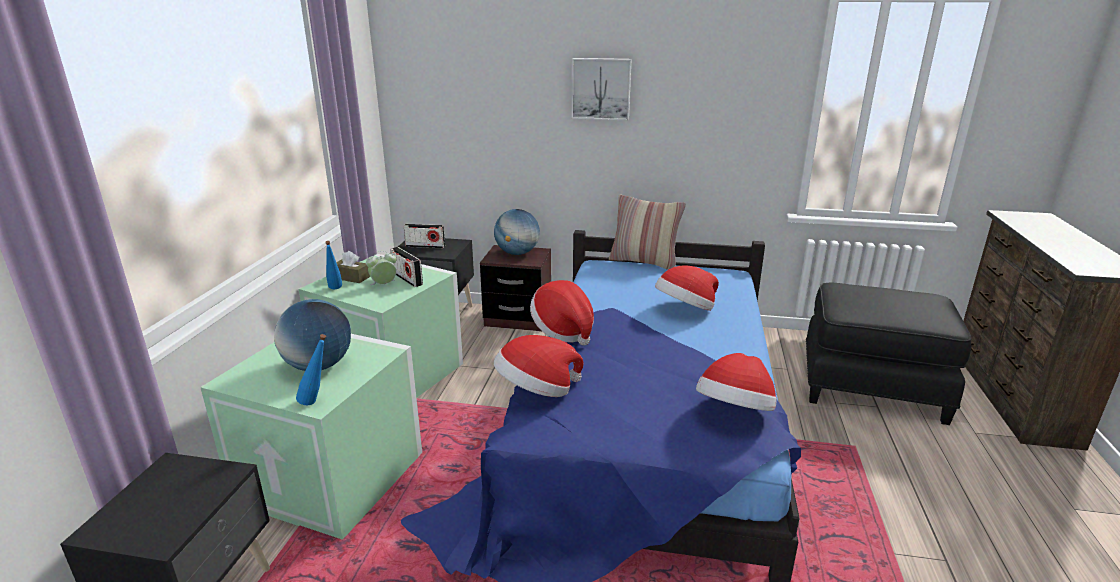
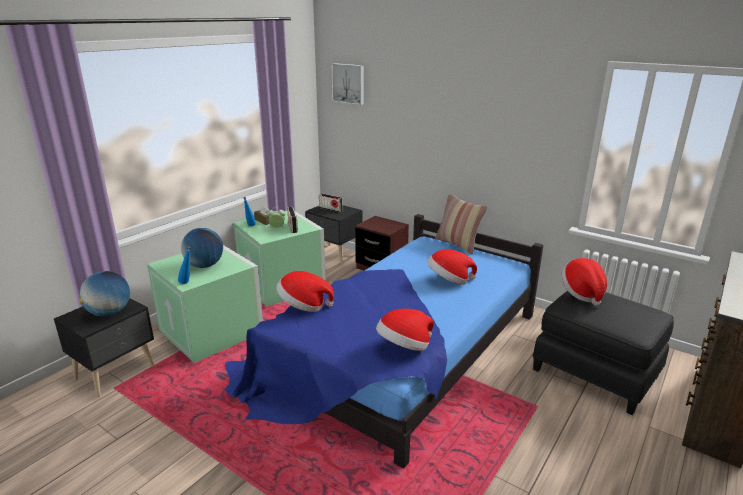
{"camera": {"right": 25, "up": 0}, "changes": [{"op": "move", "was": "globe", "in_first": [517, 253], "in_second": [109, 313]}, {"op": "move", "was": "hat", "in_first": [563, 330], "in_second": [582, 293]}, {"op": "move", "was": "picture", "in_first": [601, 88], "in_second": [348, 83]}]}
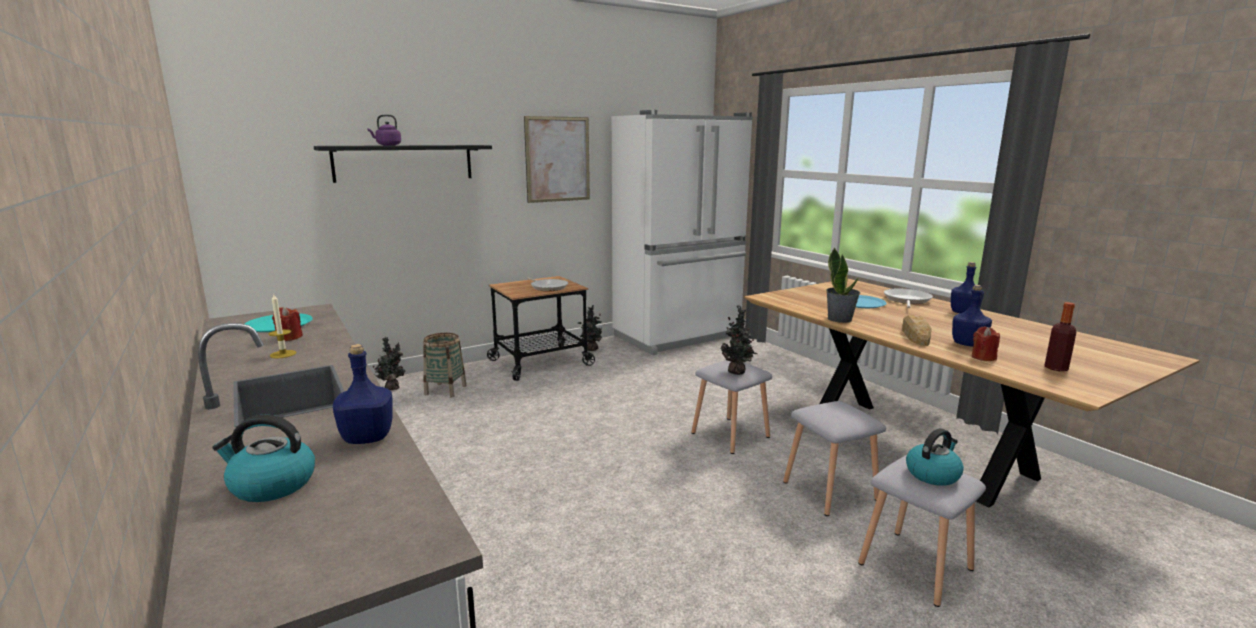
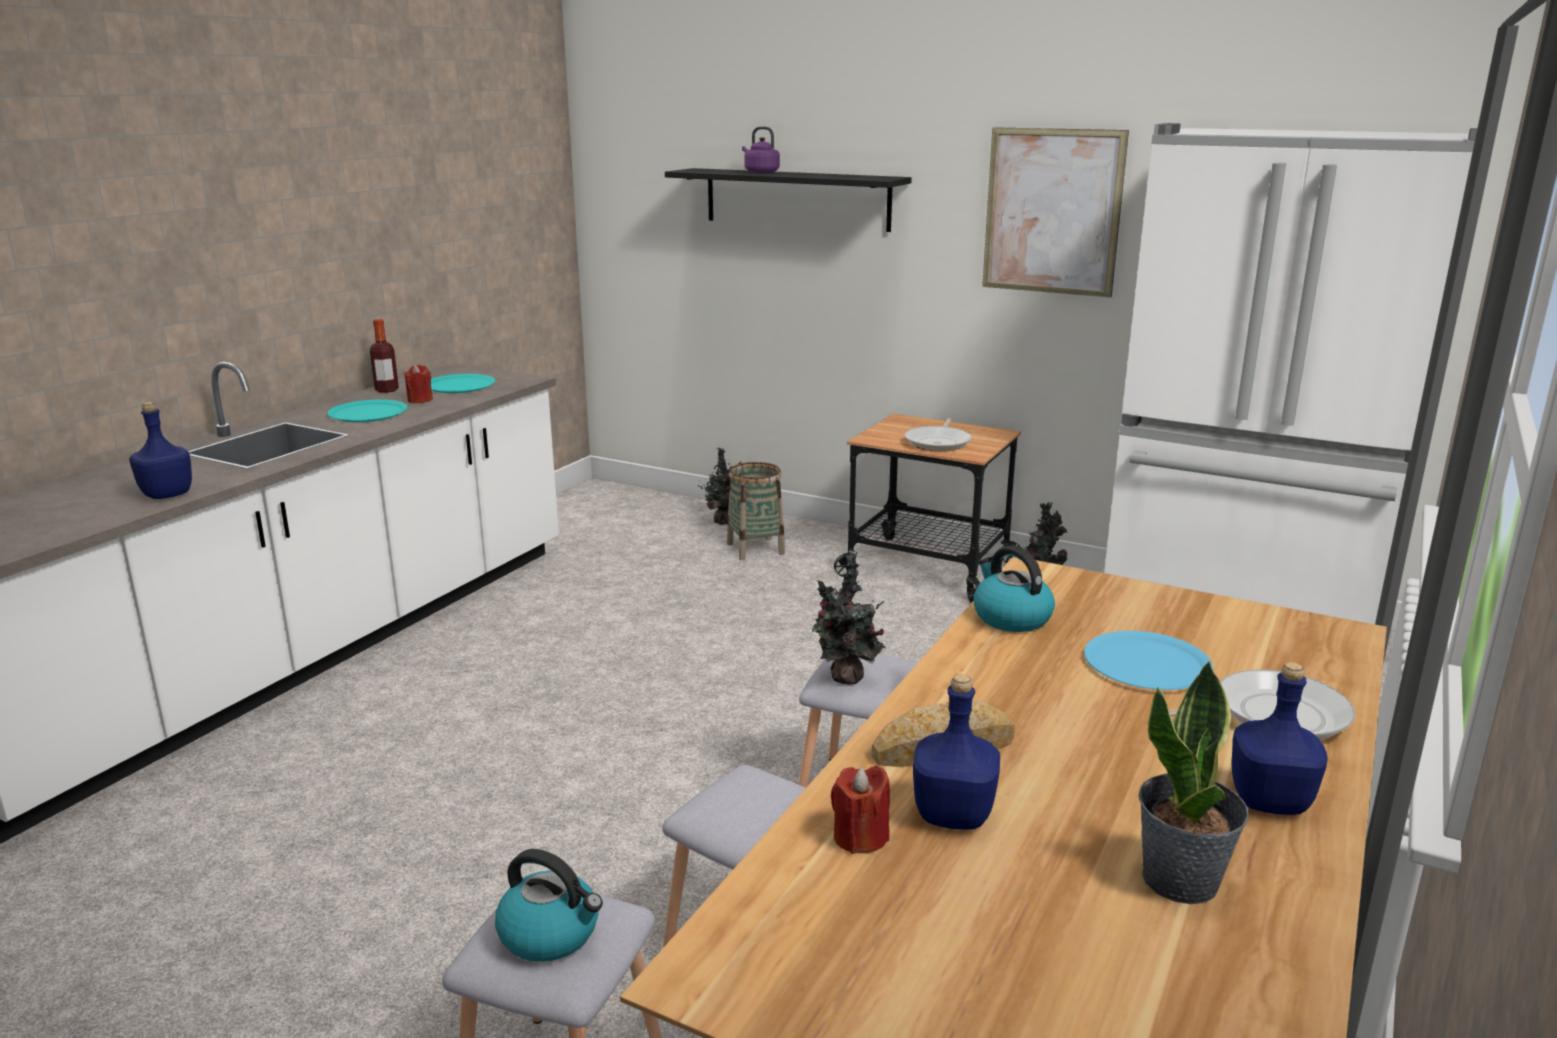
{"camera": {"right": 60, "up": 5}, "changes": [{"op": "move", "was": "kettle", "in_first": [271, 485], "in_second": [1010, 617]}, {"op": "replace", "was": "candle", "now": "turquoise plate", "in_first": [283, 354], "in_second": [368, 413]}, {"op": "move", "was": "potted plant", "in_first": [840, 319], "in_second": [1181, 880]}, {"op": "move", "was": "bottle", "in_first": [1056, 368], "in_second": [387, 390]}]}
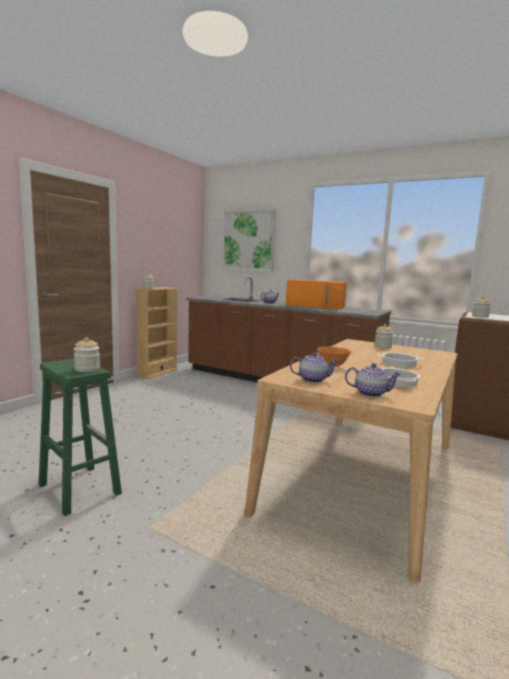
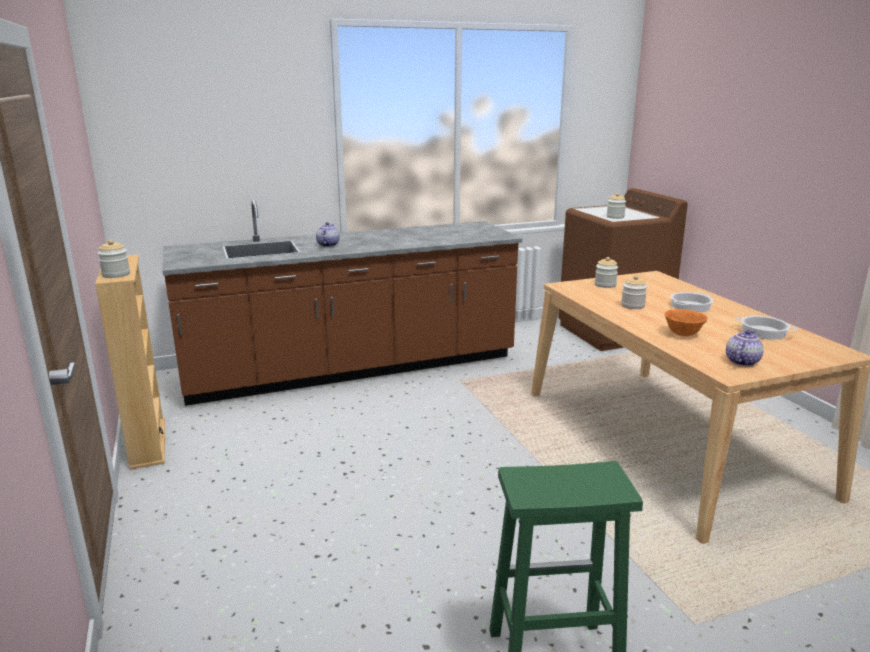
{"camera": {"right": -50, "up": 10}, "changes": [{"op": "move", "was": "jar", "in_first": [87, 369], "in_second": [632, 306]}, {"op": "delete", "was": "picture", "in_first": [248, 240]}, {"op": "delete", "was": "orange microwave", "in_first": [316, 306]}, {"op": "delete", "was": "teapot", "in_first": [371, 393]}]}
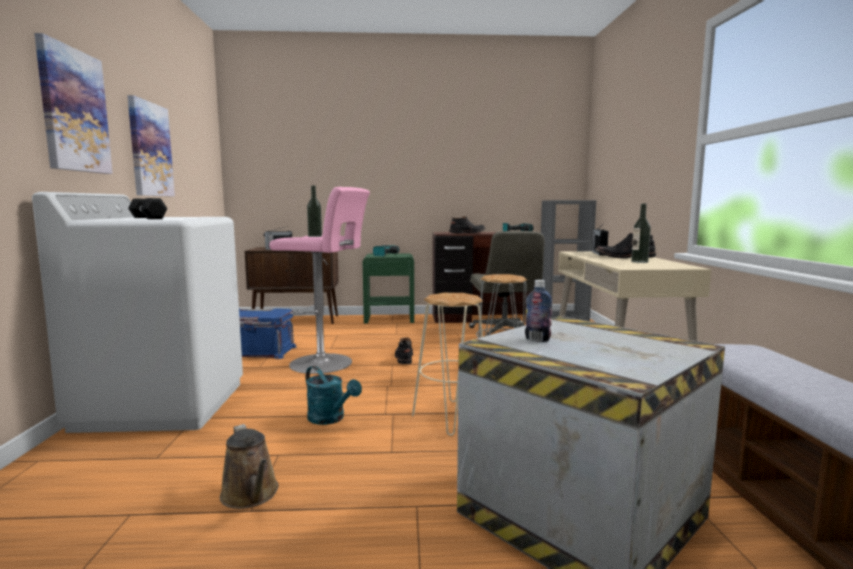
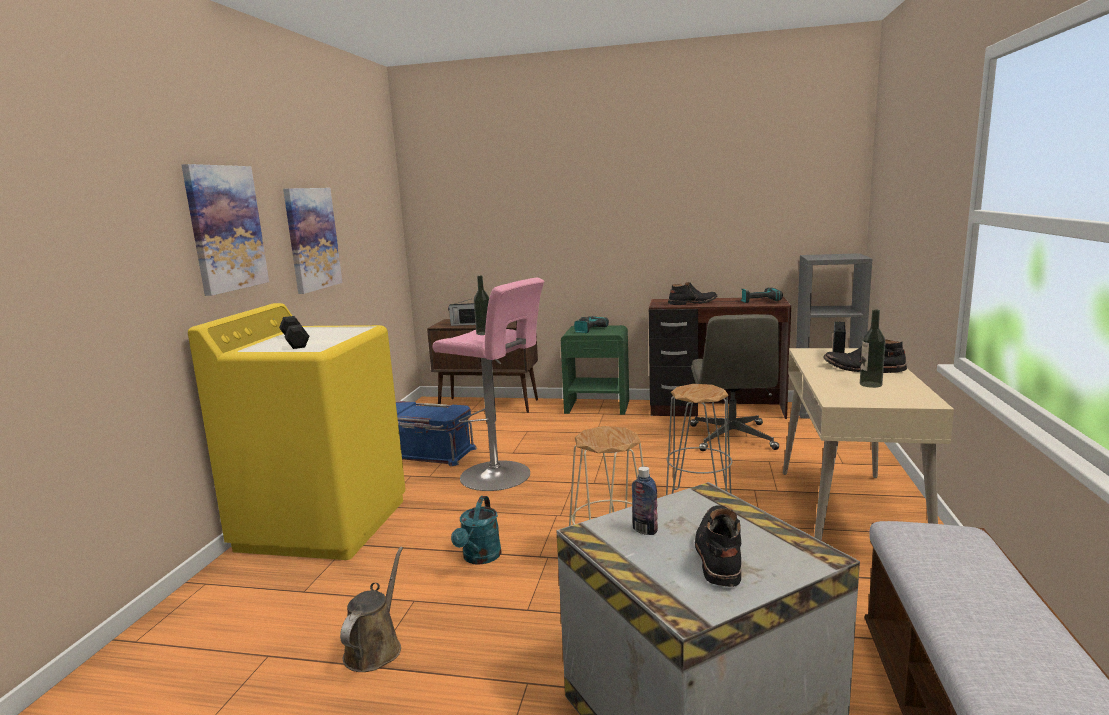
{"camera": {"right": 15, "up": 5}, "changes": [{"op": "recolor", "was": "white washing machine", "now": "yellow washing machine", "in_first": [163, 404], "in_second": [323, 523]}, {"op": "rotate", "was": "brown watering can", "in_first": [251, 495], "in_second": [375, 648], "clockwise": -150}, {"op": "rotate", "was": "turquoise watering can", "in_first": [330, 419], "in_second": [479, 558], "clockwise": 45}, {"op": "move", "was": "black boot", "in_first": [404, 357], "in_second": [719, 553]}]}
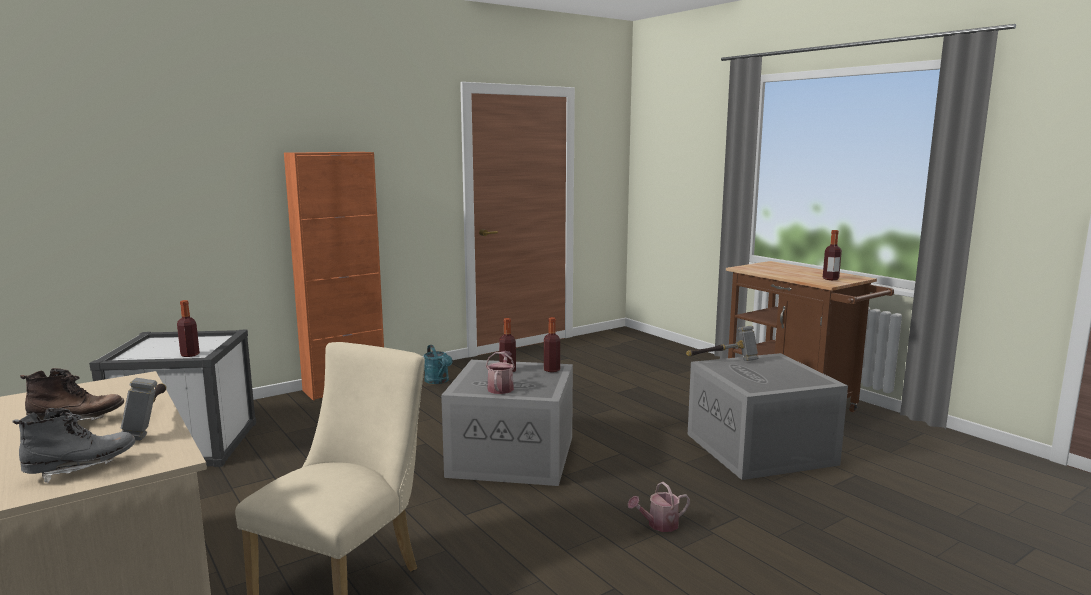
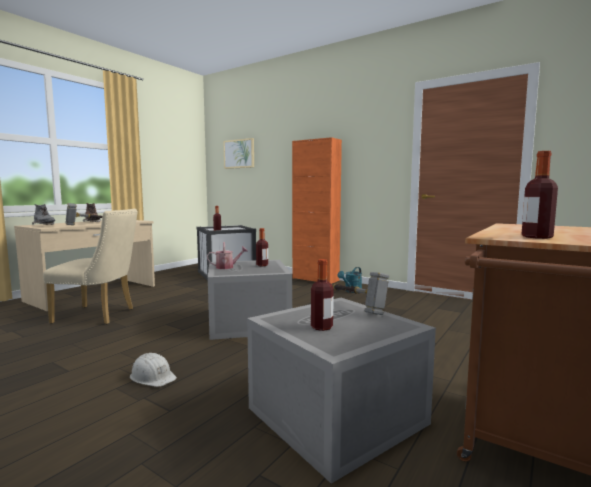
{"camera": {"right": 70, "up": -5}, "changes": [{"op": "move", "was": "bottle", "in_first": [551, 370], "in_second": [321, 327]}, {"op": "replace", "was": "watering can", "now": "white hard hat", "in_first": [659, 525], "in_second": [153, 377]}, {"op": "insert", "now": "picture", "in_second": [239, 154]}]}
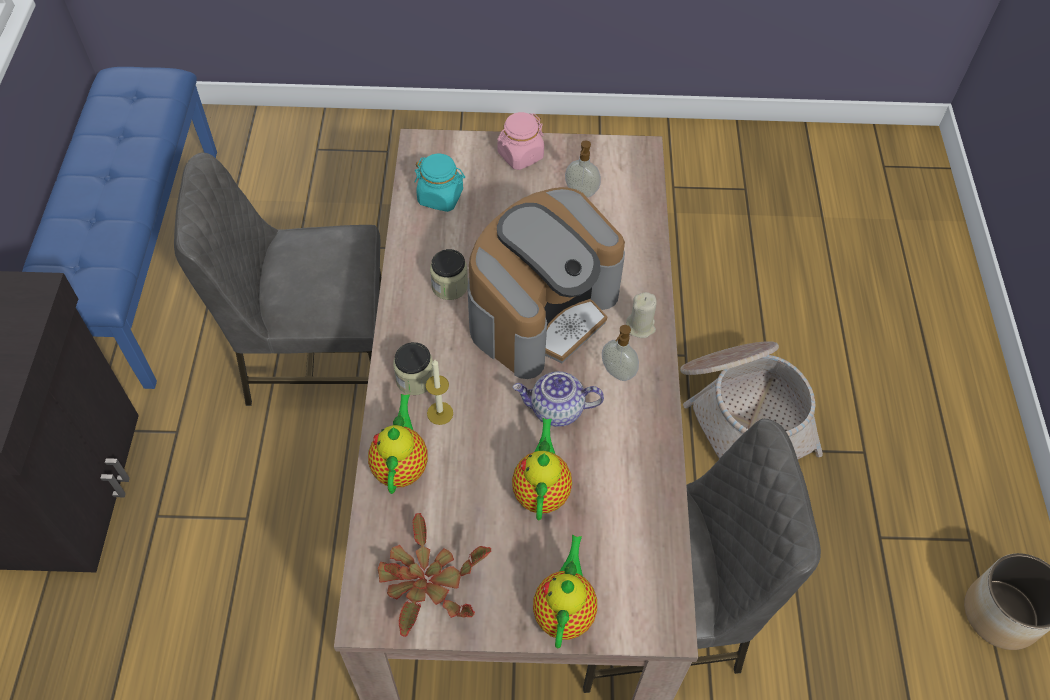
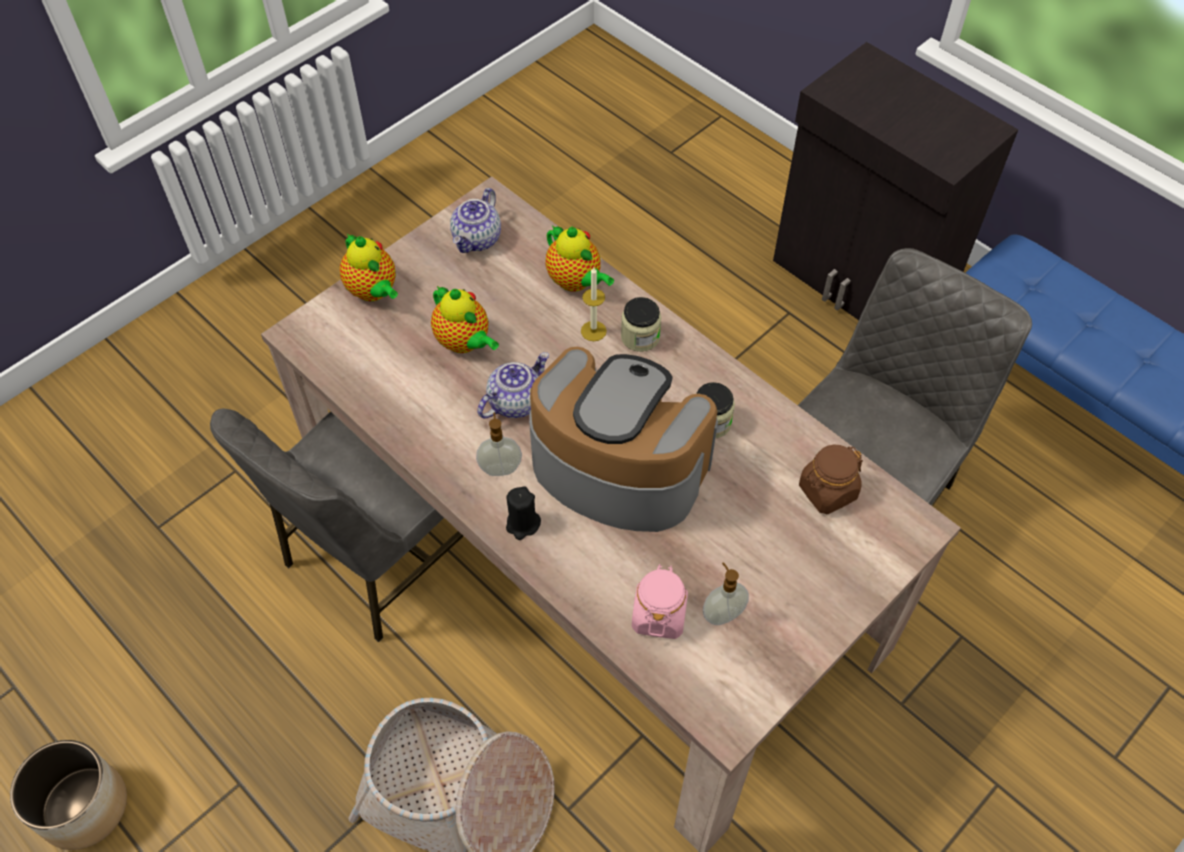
{"camera": {"right": 135, "up": 0}, "changes": [{"op": "replace", "was": "potted plant", "now": "teapot", "in_first": [426, 582], "in_second": [477, 239]}, {"op": "recolor", "was": "turquoise jar", "now": "brown jar", "in_first": [440, 197], "in_second": [827, 491]}, {"op": "rotate", "was": "coffee machine", "in_first": [541, 310], "in_second": [617, 467], "clockwise": 120}, {"op": "move", "was": "pink jar", "in_first": [520, 155], "in_second": [659, 614]}, {"op": "recolor", "was": "beige candle", "now": "black candle", "in_first": [640, 327], "in_second": [522, 524]}]}
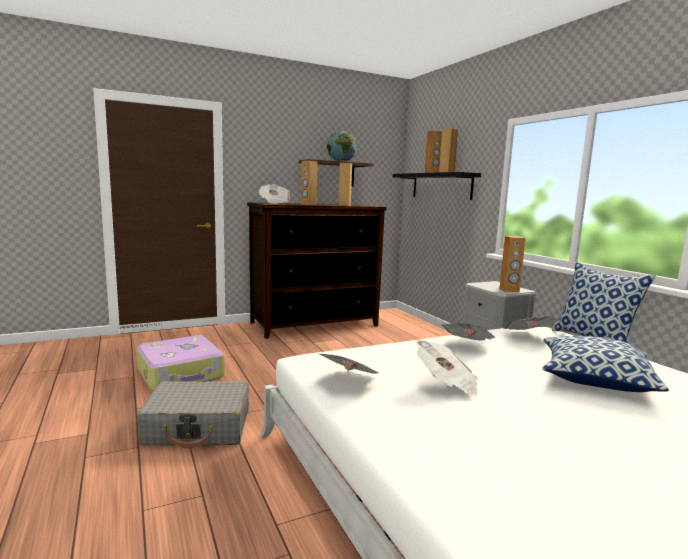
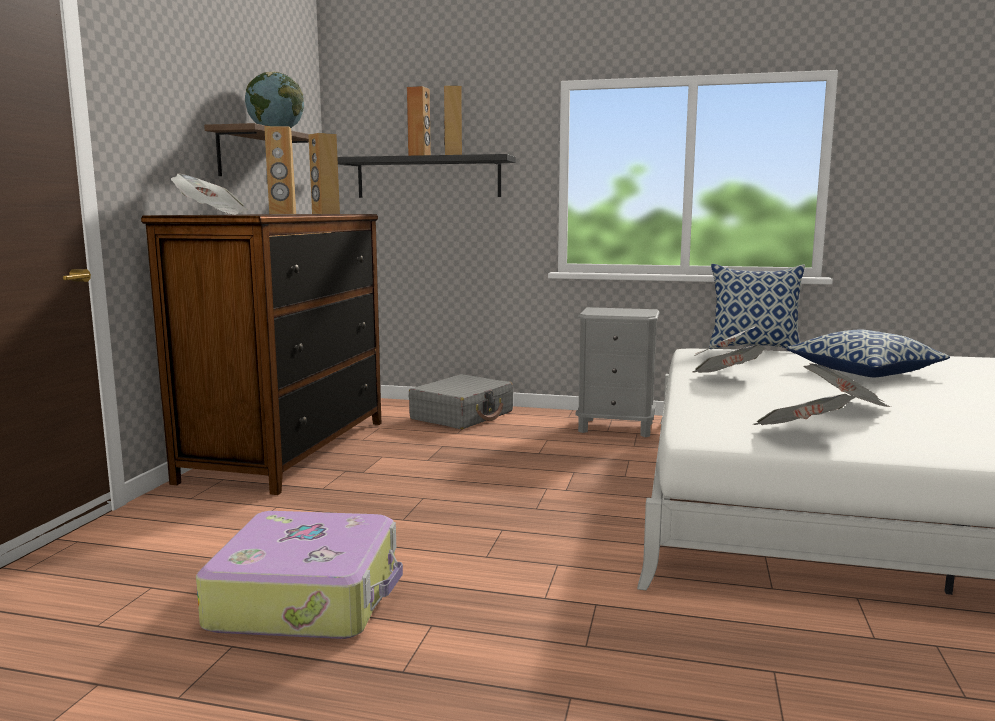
{"camera": {"right": -50, "up": 0}, "changes": [{"op": "move", "was": "grey suitcase", "in_first": [198, 427], "in_second": [462, 415]}, {"op": "delete", "was": "brown speaker", "in_first": [509, 290]}]}
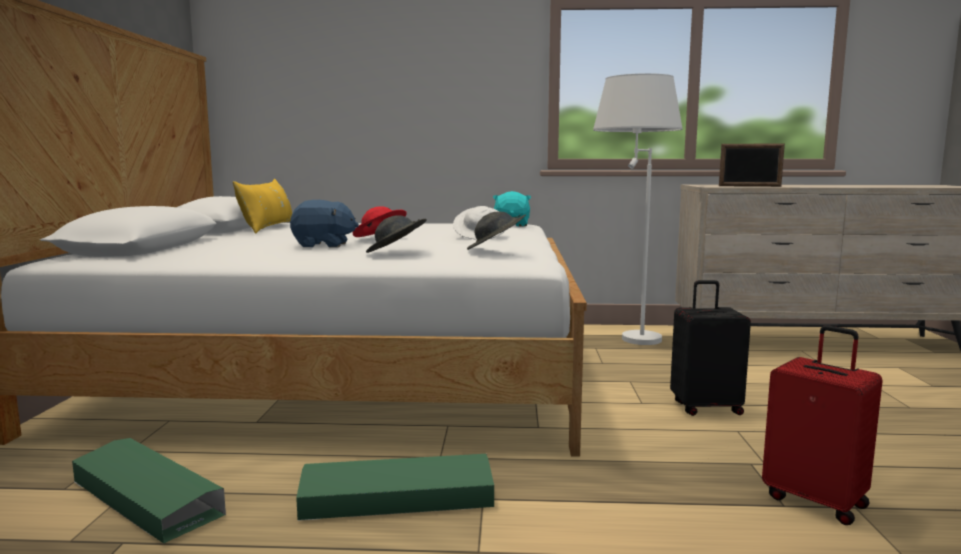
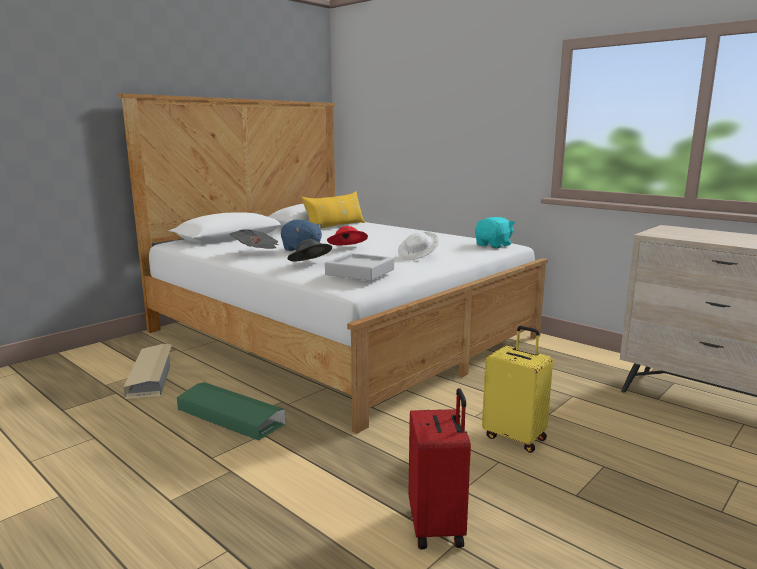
{"camera": {"right": 40, "up": 5}, "changes": [{"op": "recolor", "was": "green storage box", "now": "beige storage box", "in_first": [146, 497], "in_second": [151, 376]}, {"op": "replace", "was": "grey hat", "now": "grey tray", "in_first": [496, 249], "in_second": [360, 272]}, {"op": "delete", "was": "white floor lamp", "in_first": [628, 343]}, {"op": "recolor", "was": "black suitcase", "now": "yellow suitcase", "in_first": [705, 408], "in_second": [515, 437]}, {"op": "delete", "was": "picture frame", "in_first": [749, 186]}, {"op": "insert", "now": "newspaper", "in_second": [257, 253]}]}
